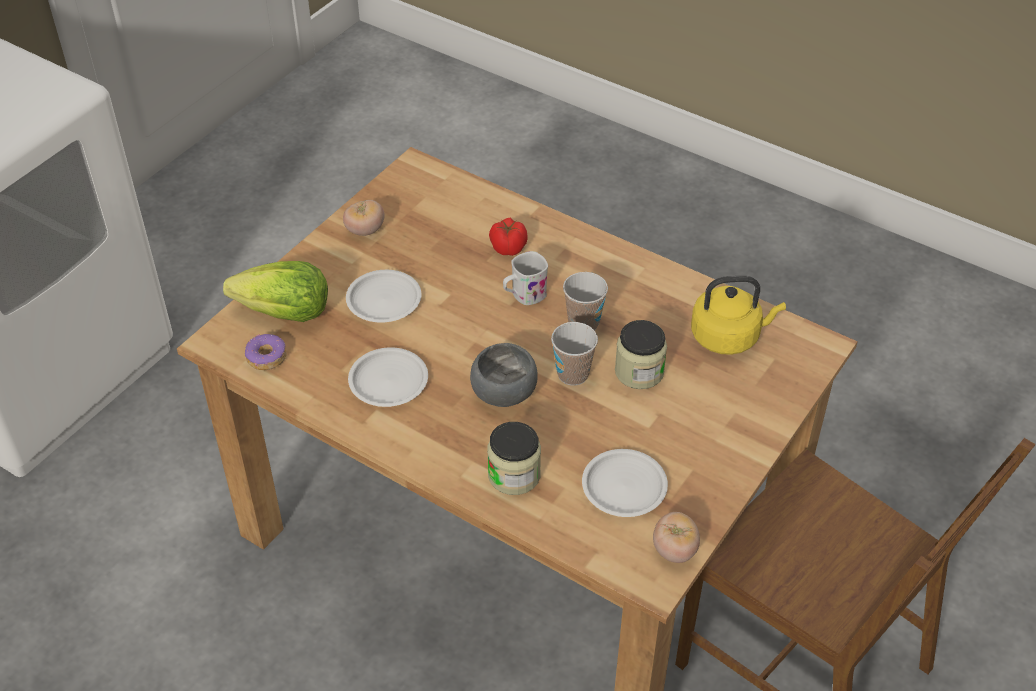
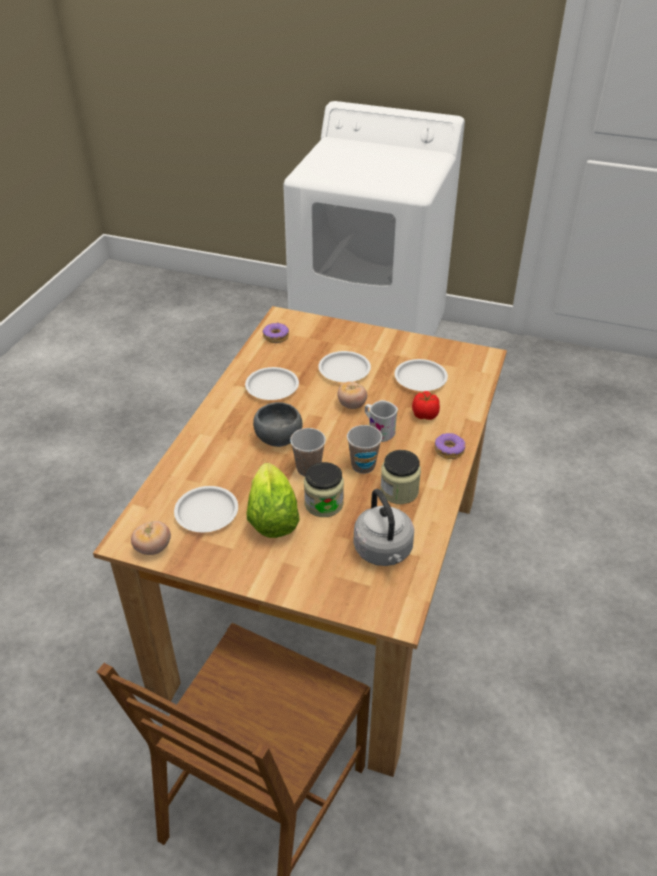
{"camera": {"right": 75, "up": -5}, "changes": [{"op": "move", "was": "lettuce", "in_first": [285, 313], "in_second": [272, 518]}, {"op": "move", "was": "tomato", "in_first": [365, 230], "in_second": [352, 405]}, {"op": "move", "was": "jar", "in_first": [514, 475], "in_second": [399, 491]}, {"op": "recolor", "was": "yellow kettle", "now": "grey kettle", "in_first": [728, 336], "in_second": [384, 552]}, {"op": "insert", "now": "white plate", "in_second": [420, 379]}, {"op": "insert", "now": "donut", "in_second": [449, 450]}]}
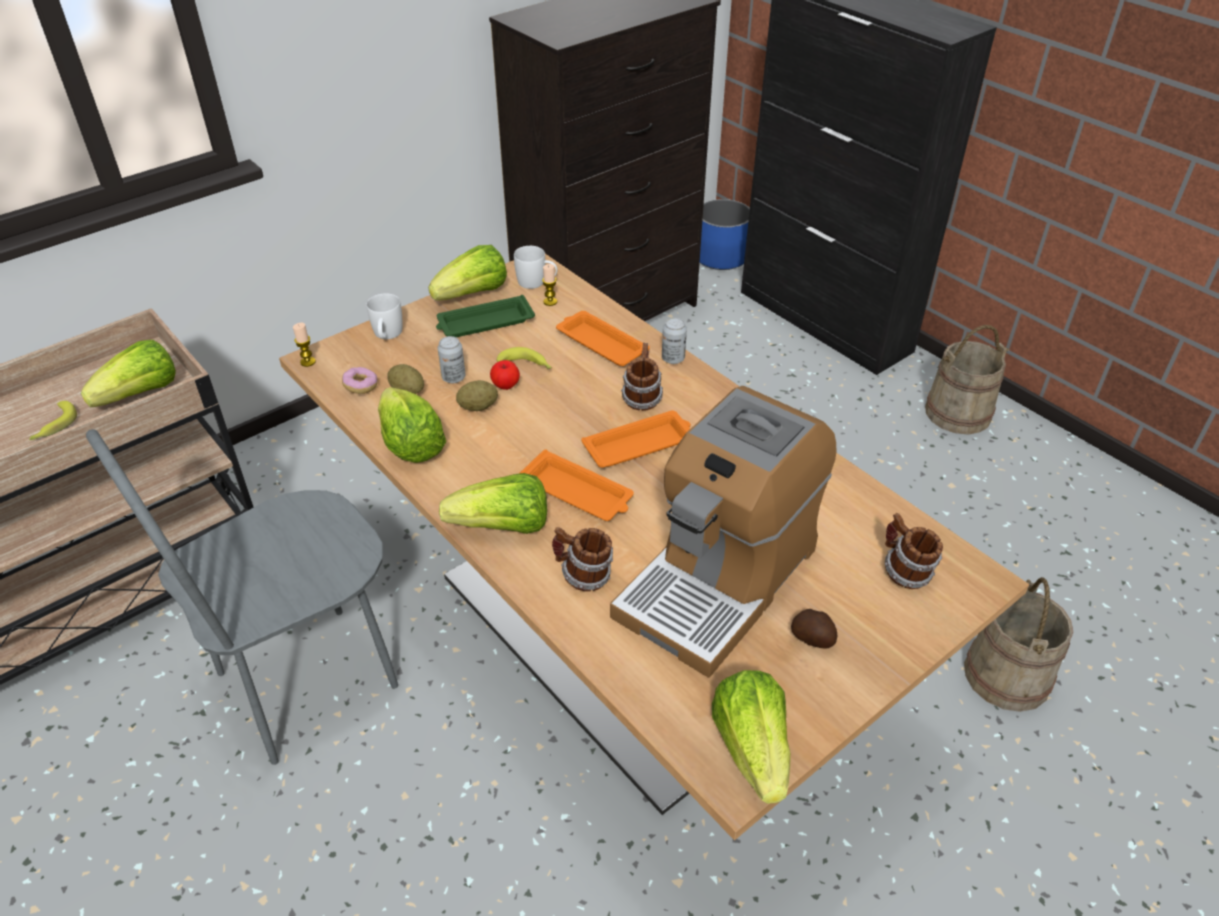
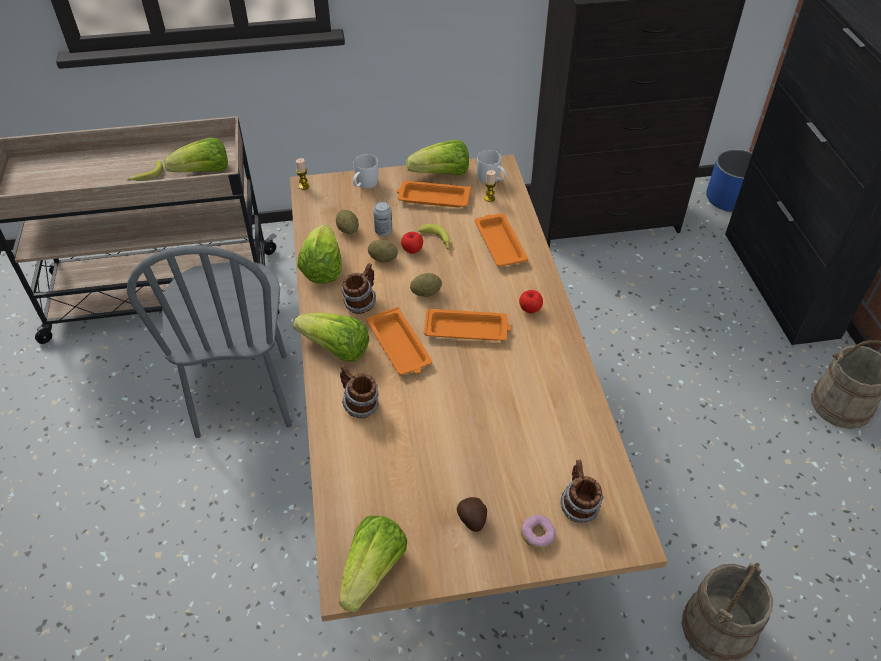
{"camera": {"right": 30, "up": 5}, "changes": [{"op": "rotate", "was": "grey chair", "in_first": [307, 680], "in_second": [244, 394], "clockwise": -90}, {"op": "move", "was": "donut", "in_first": [361, 386], "in_second": [537, 536]}, {"op": "recolor", "was": "green tray", "now": "orange tray", "in_first": [484, 323], "in_second": [433, 198]}, {"op": "delete", "was": "coffee machine", "in_first": [719, 580]}, {"op": "move", "was": "mug", "in_first": [641, 398], "in_second": [361, 303]}, {"op": "delete", "was": "can", "in_first": [673, 358]}, {"op": "insert", "now": "potato", "in_second": [426, 293]}, {"op": "insert", "now": "apple", "in_second": [530, 309]}]}
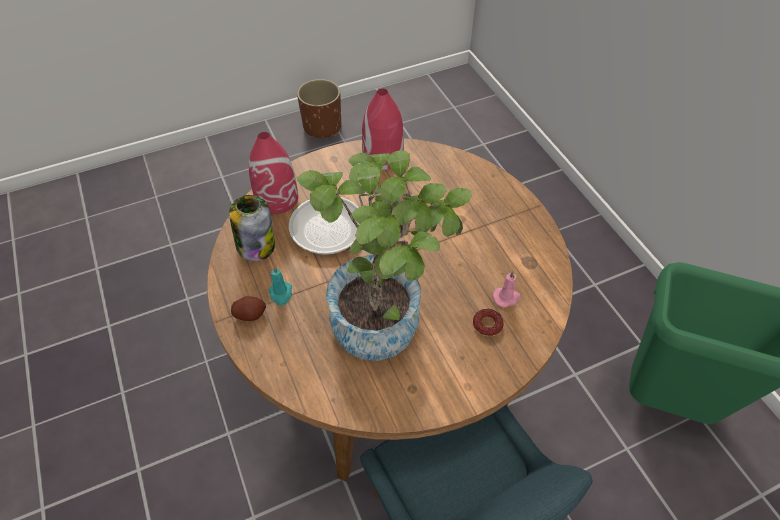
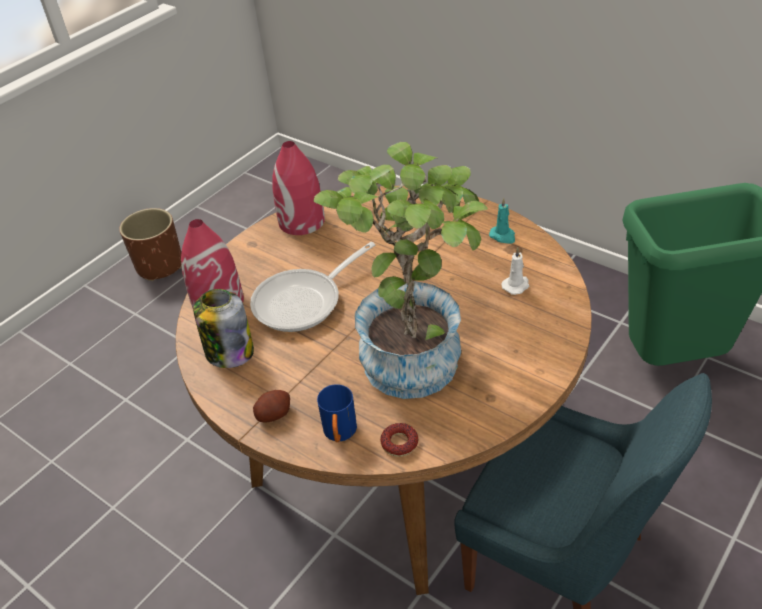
{"camera": {"right": -25, "up": -10}, "changes": [{"op": "move", "was": "turquoise candle", "in_first": [281, 294], "in_second": [503, 236]}, {"op": "move", "was": "donut", "in_first": [487, 325], "in_second": [399, 443]}, {"op": "recolor", "was": "pink candle", "now": "white candle", "in_first": [507, 297], "in_second": [516, 285]}, {"op": "insert", "now": "blue mug", "in_second": [340, 434]}]}
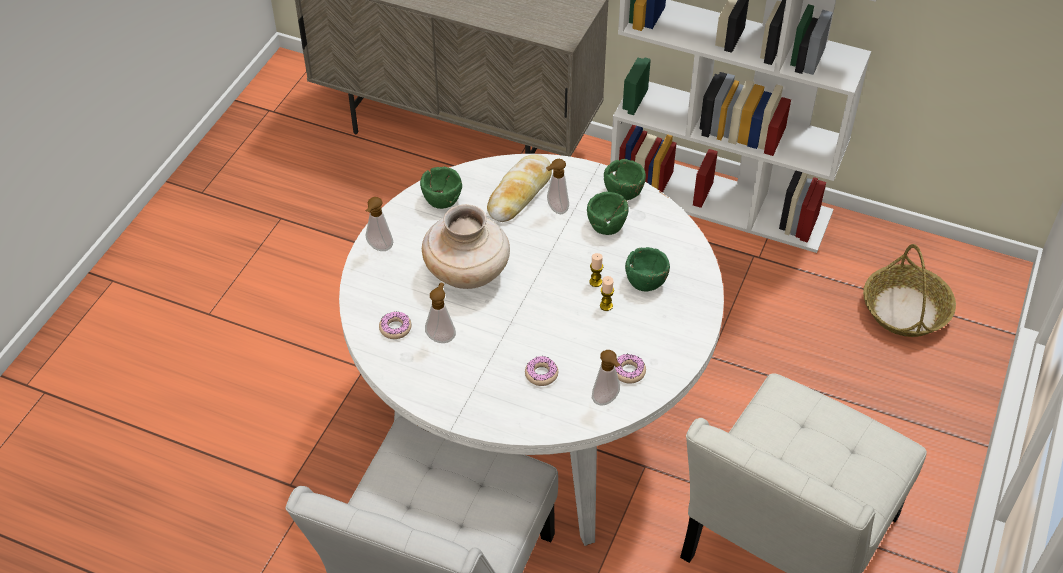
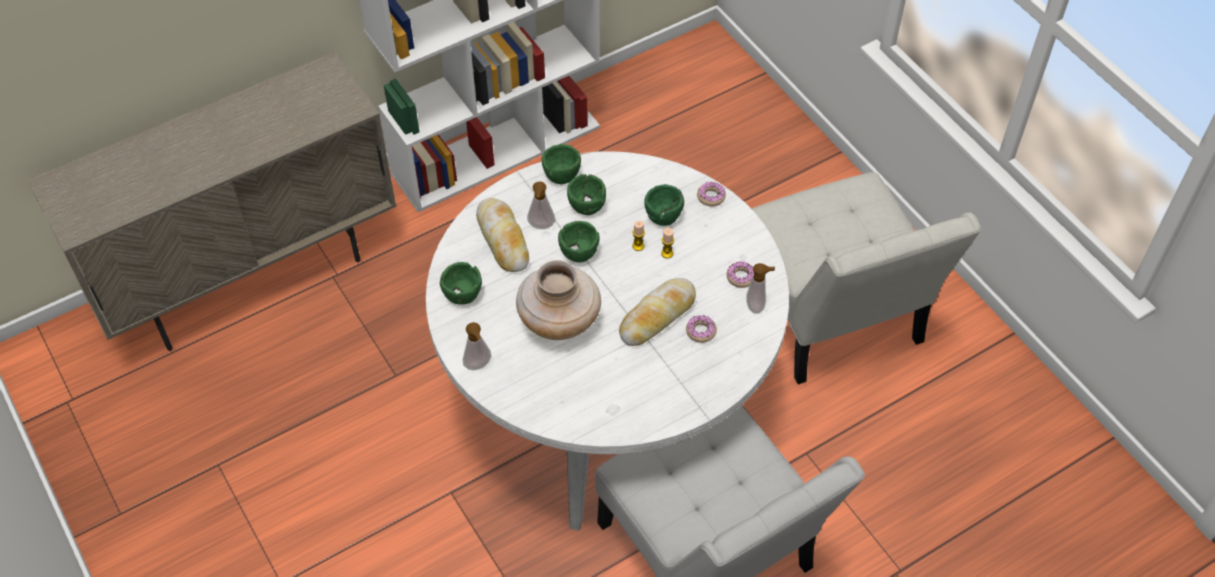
{"camera": {"right": -55, "up": 5}, "changes": [{"op": "move", "was": "donut", "in_first": [395, 328], "in_second": [711, 197]}, {"op": "delete", "was": "soap dispenser", "in_first": [441, 336]}, {"op": "delete", "was": "basket", "in_first": [905, 310]}, {"op": "insert", "now": "green bowl", "in_second": [578, 252]}, {"op": "insert", "now": "bread", "in_second": [657, 316]}]}
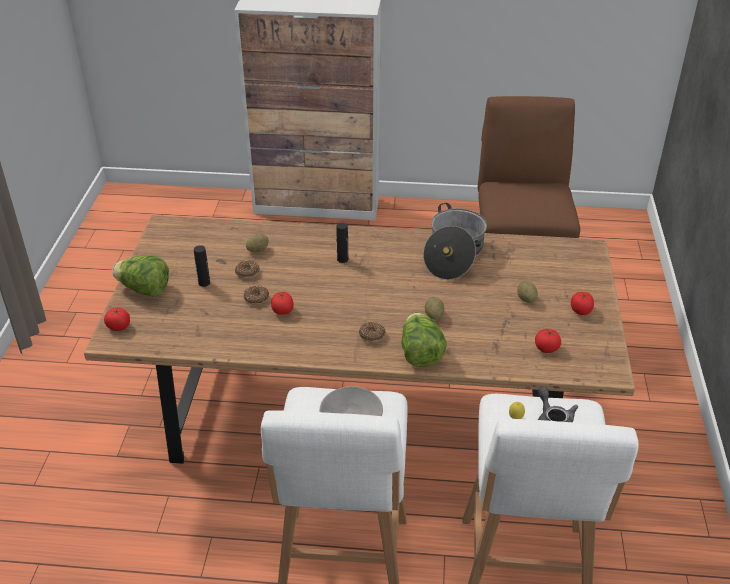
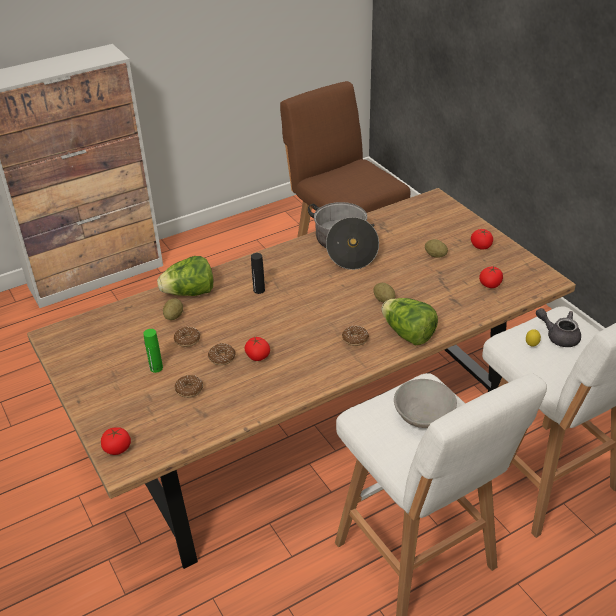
{"camera": {"right": -35, "up": 0}, "changes": [{"op": "move", "was": "lettuce", "in_first": [144, 290], "in_second": [189, 293]}, {"op": "recolor", "was": "black bottle", "now": "green bottle", "in_first": [204, 283], "in_second": [156, 368]}, {"op": "insert", "now": "donut", "in_second": [189, 389]}]}
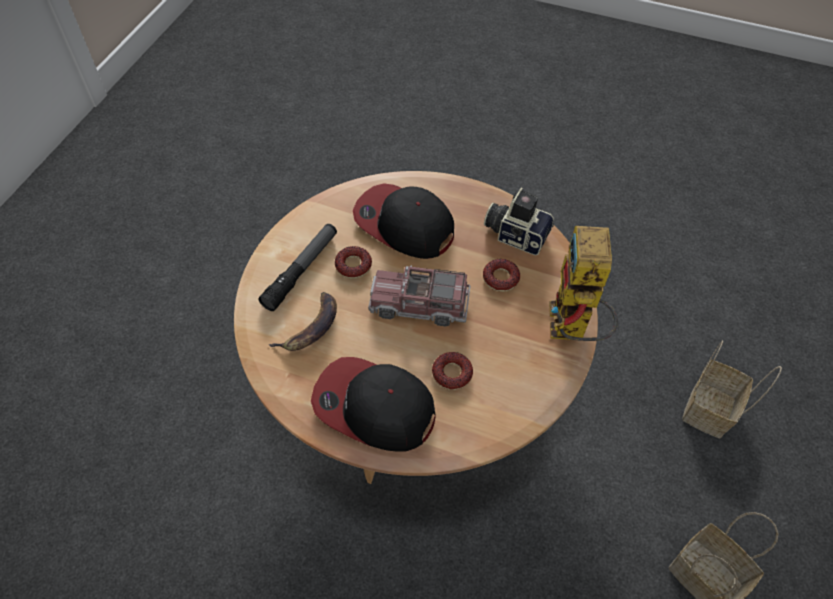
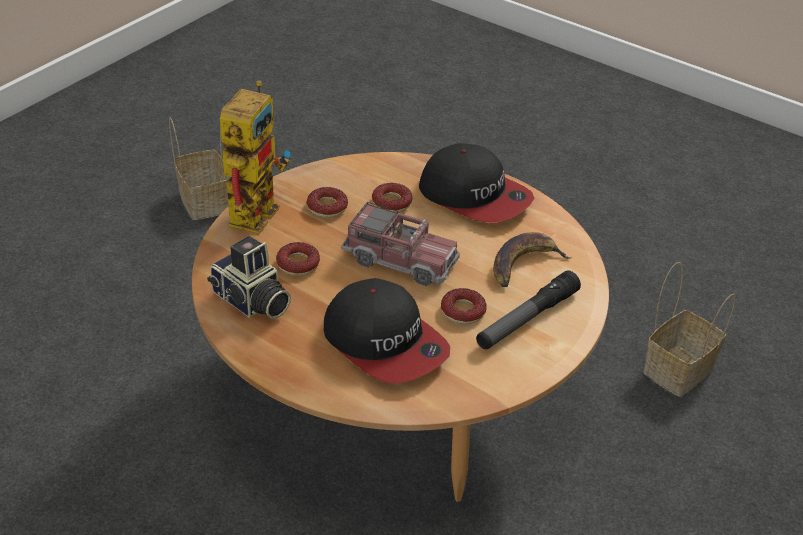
{"camera": {"right": -165, "up": -15}, "changes": [{"op": "move", "was": "basket", "in_first": [709, 411], "in_second": [678, 368]}, {"op": "insert", "now": "donut", "in_second": [327, 207]}]}
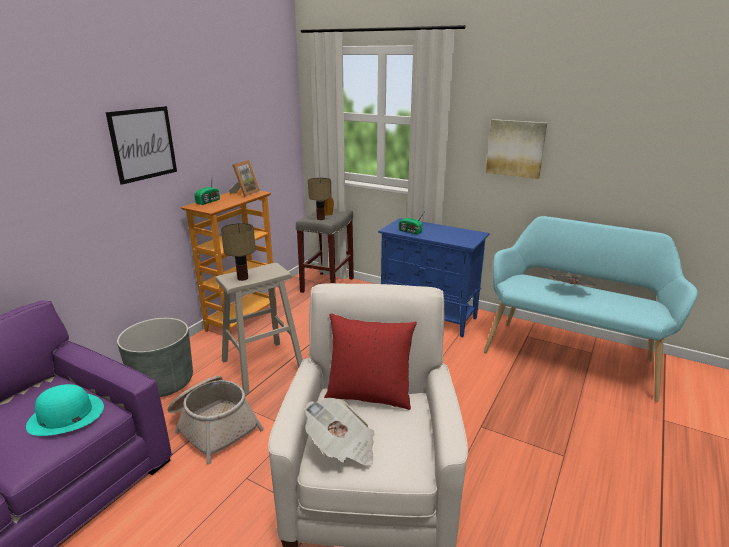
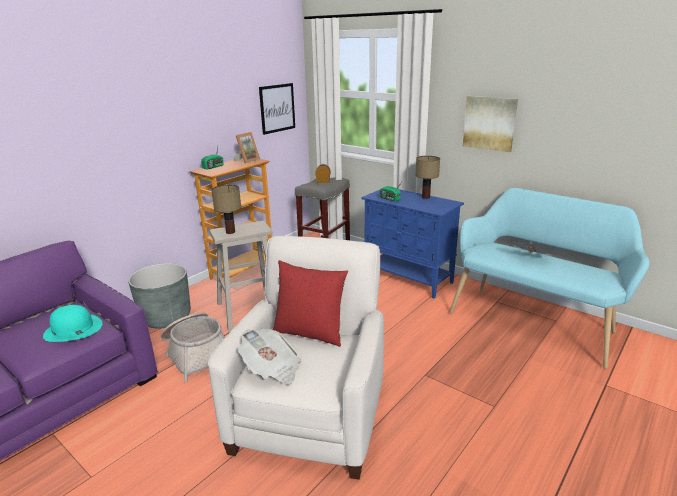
{"camera": {"right": 10, "up": 0}, "changes": [{"op": "move", "was": "picture", "in_first": [143, 144], "in_second": [277, 108]}, {"op": "move", "was": "table lamp", "in_first": [321, 219], "in_second": [426, 197]}]}
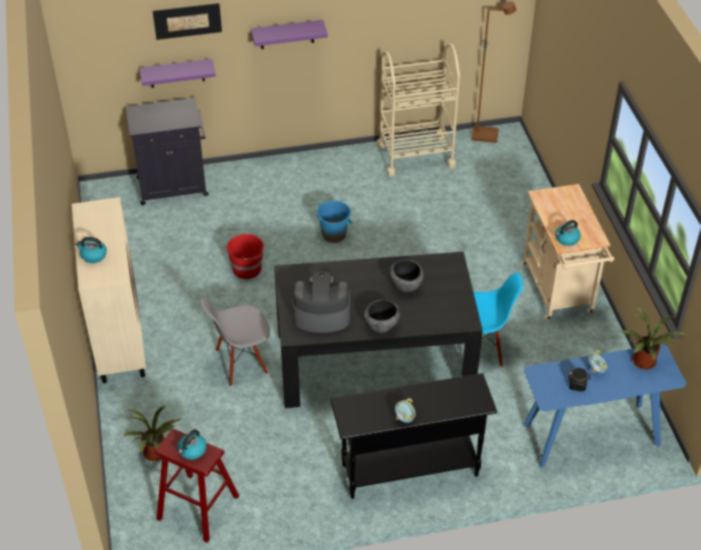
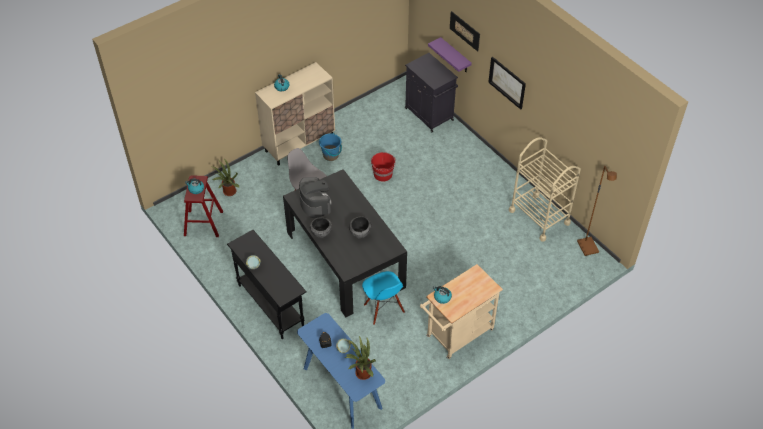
{"camera": {"right": 65, "up": 5}, "changes": [{"op": "replace", "was": "purple shelf", "now": "picture", "in_first": [287, 34], "in_second": [507, 82]}, {"op": "move", "was": "blue bucket", "in_first": [334, 235], "in_second": [331, 155]}]}
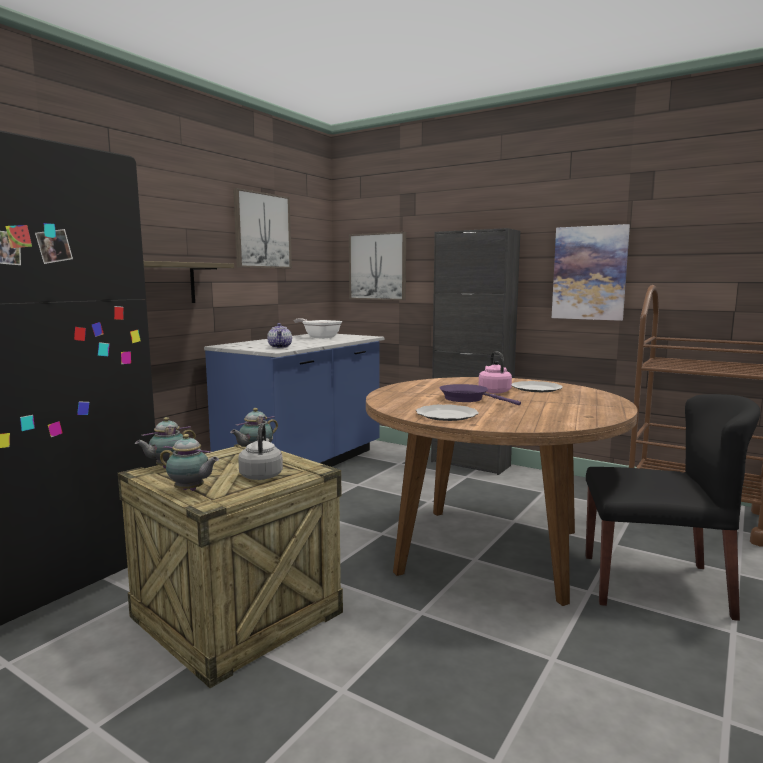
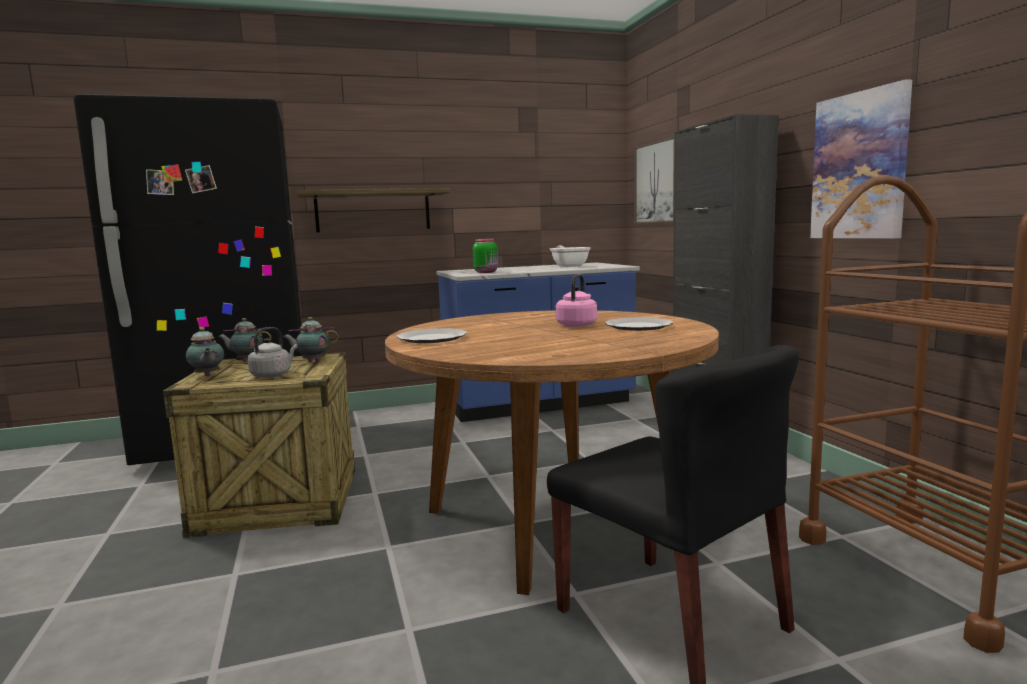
{"camera": {"right": 40, "up": 0}, "changes": [{"op": "delete", "was": "picture", "in_first": [262, 231]}, {"op": "replace", "was": "teapot", "now": "green jar", "in_first": [280, 347], "in_second": [486, 272]}, {"op": "delete", "was": "purple frying pan", "in_first": [467, 399]}]}
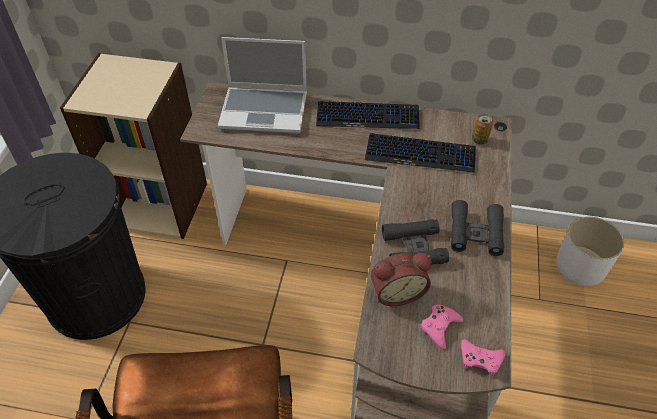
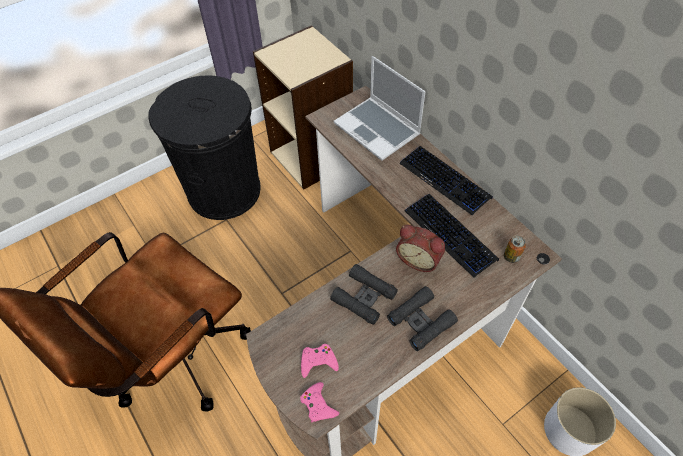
{"camera": {"right": 45, "up": 5}, "changes": [{"op": "move", "was": "alarm clock", "in_first": [397, 292], "in_second": [419, 259]}]}
